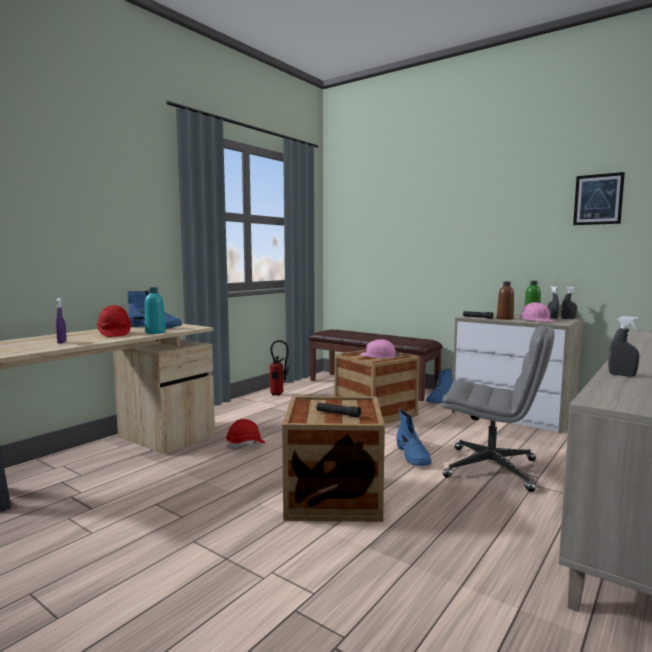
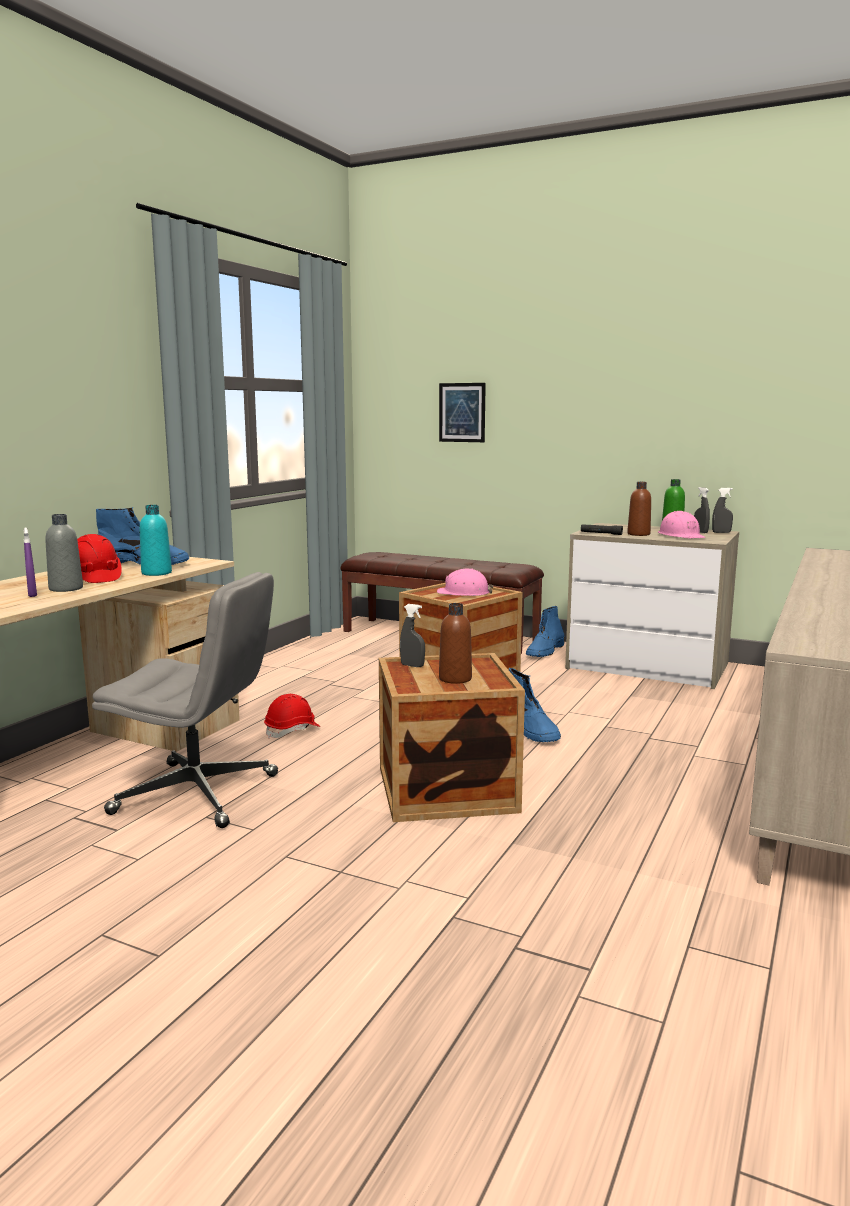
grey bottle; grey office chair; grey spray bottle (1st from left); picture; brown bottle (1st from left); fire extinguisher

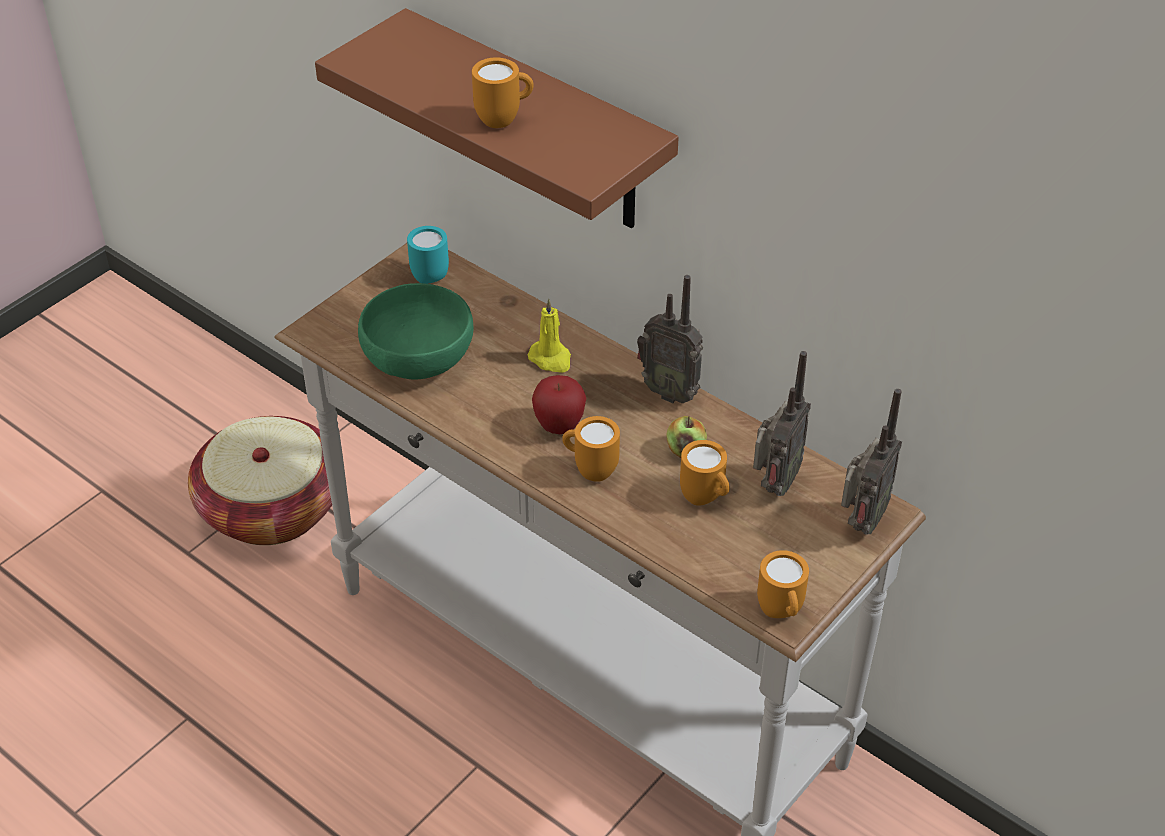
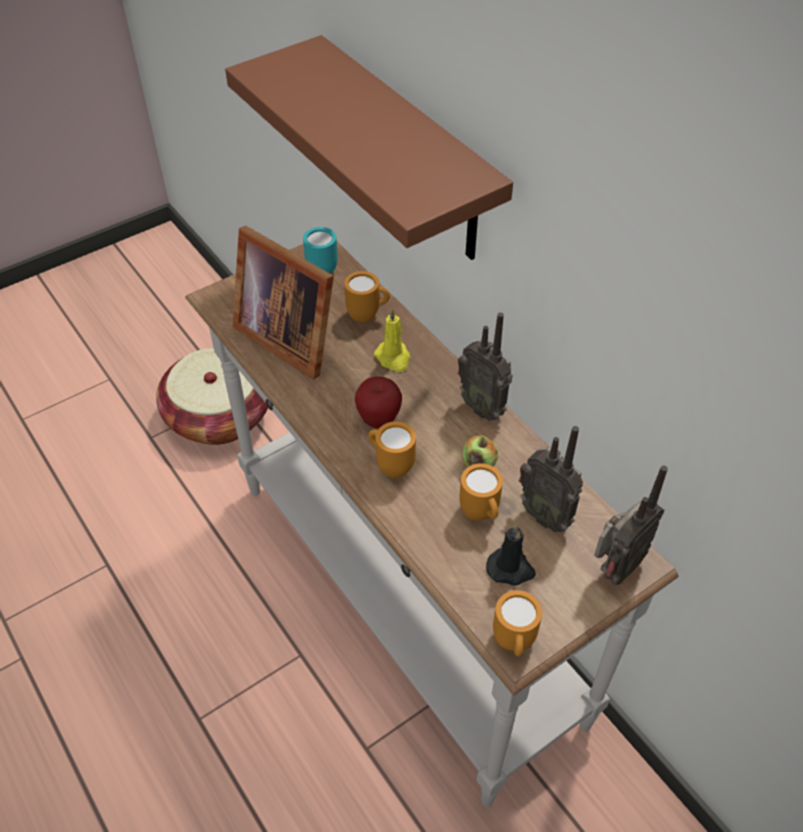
picture frame; orange mug (1st from left); black candle; radio (2nd from left)

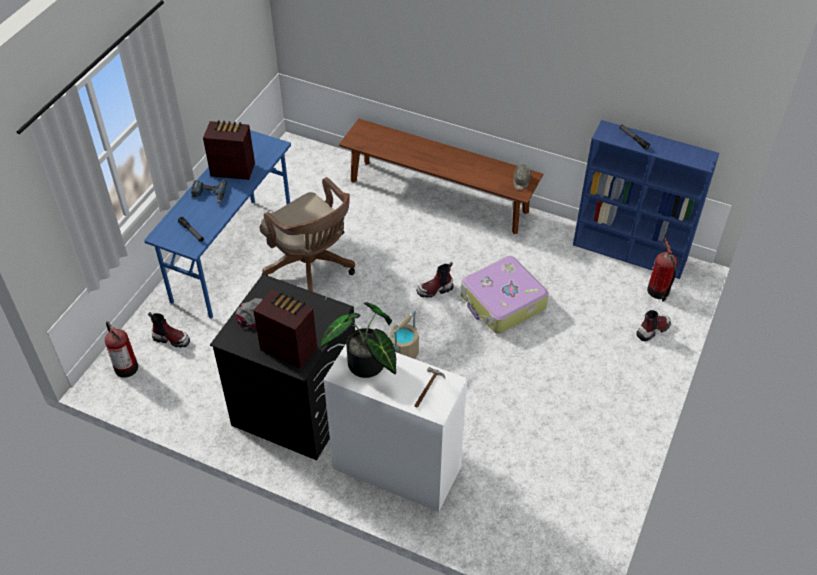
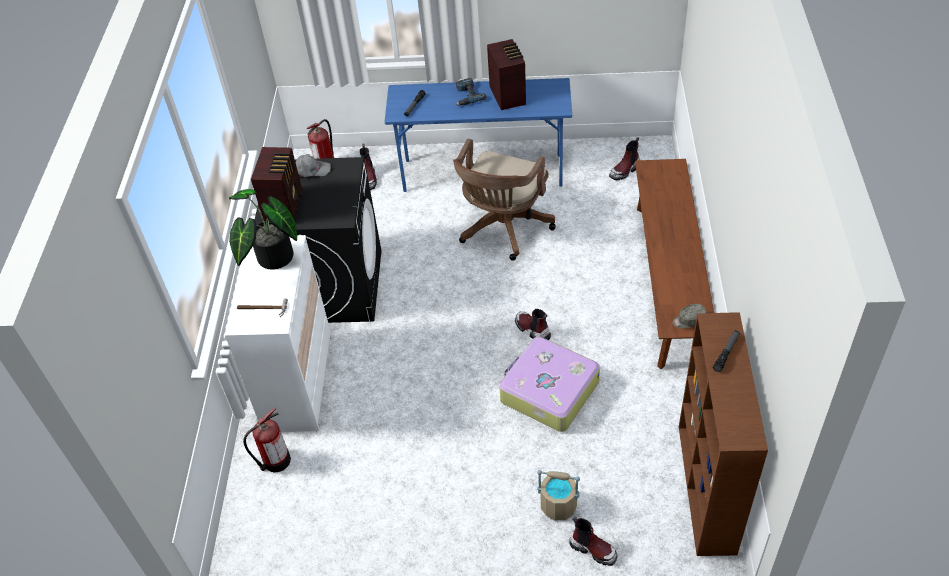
fire extinguisher (1st from left); beige bucket; boot (4th from left); brown bookcase

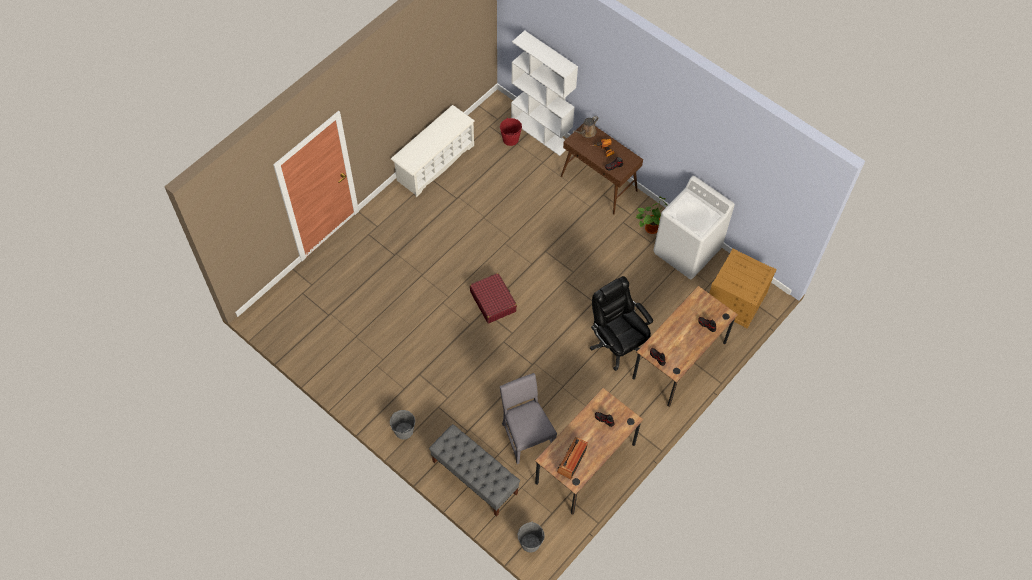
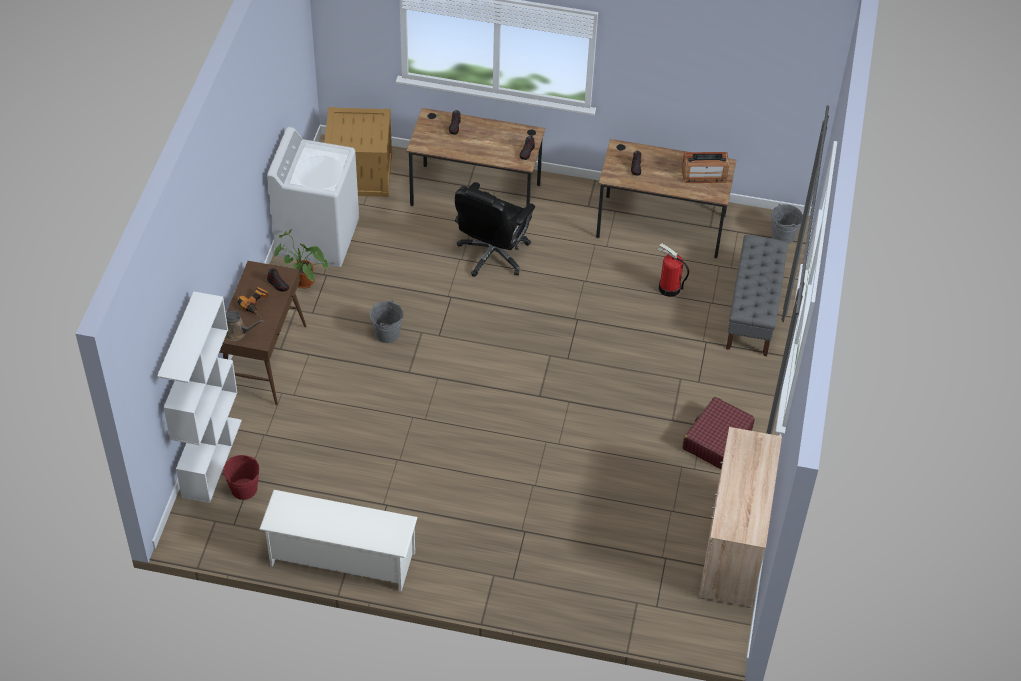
grey bucket (1st from left); fire extinguisher; red suitcase; beige cabinet

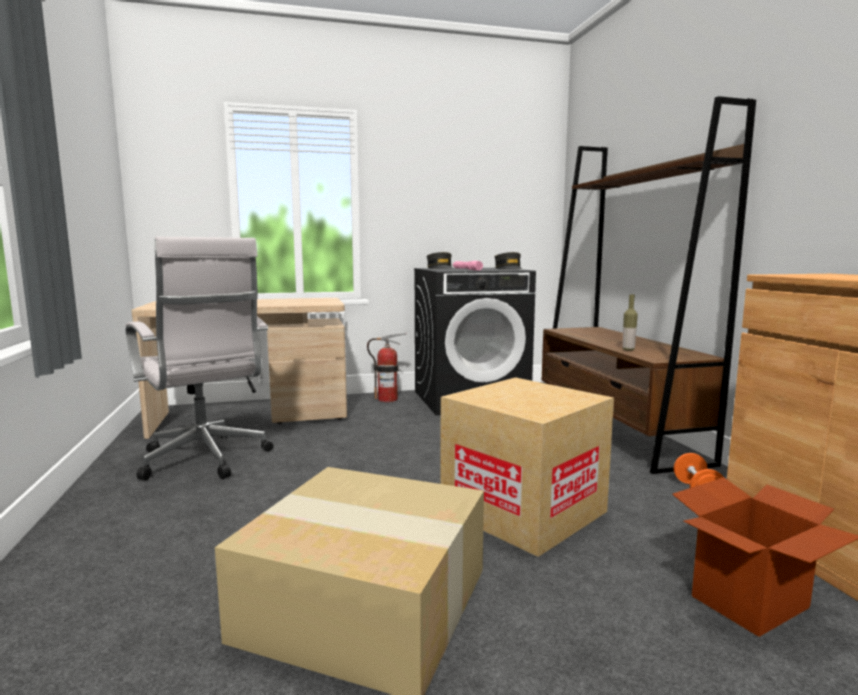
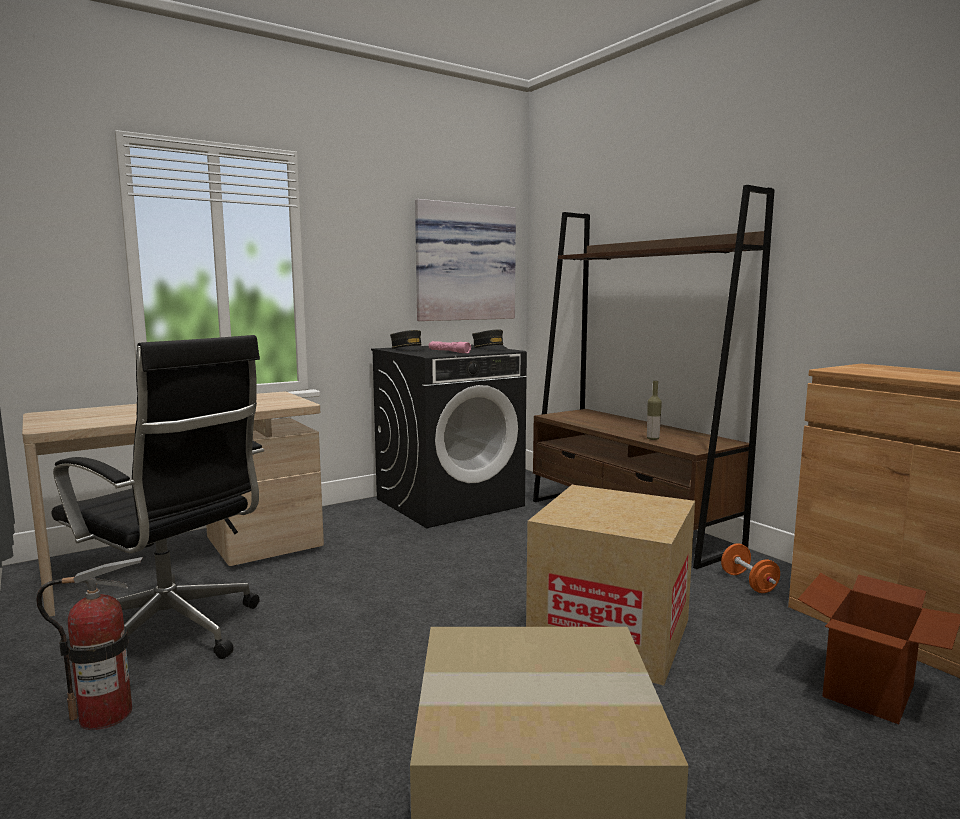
fire extinguisher; black office chair; picture

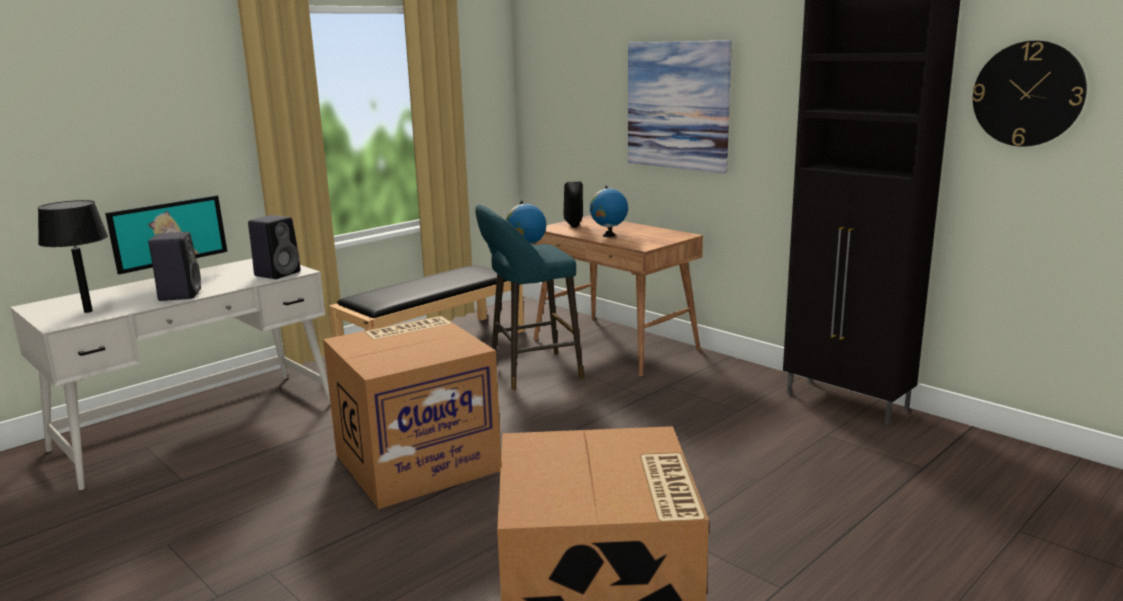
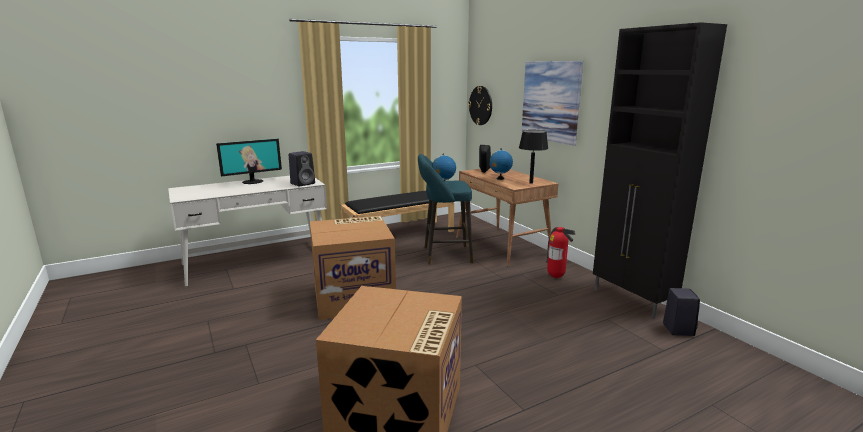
wall clock; black table lamp; fire extinguisher; black speaker (3rd from left)

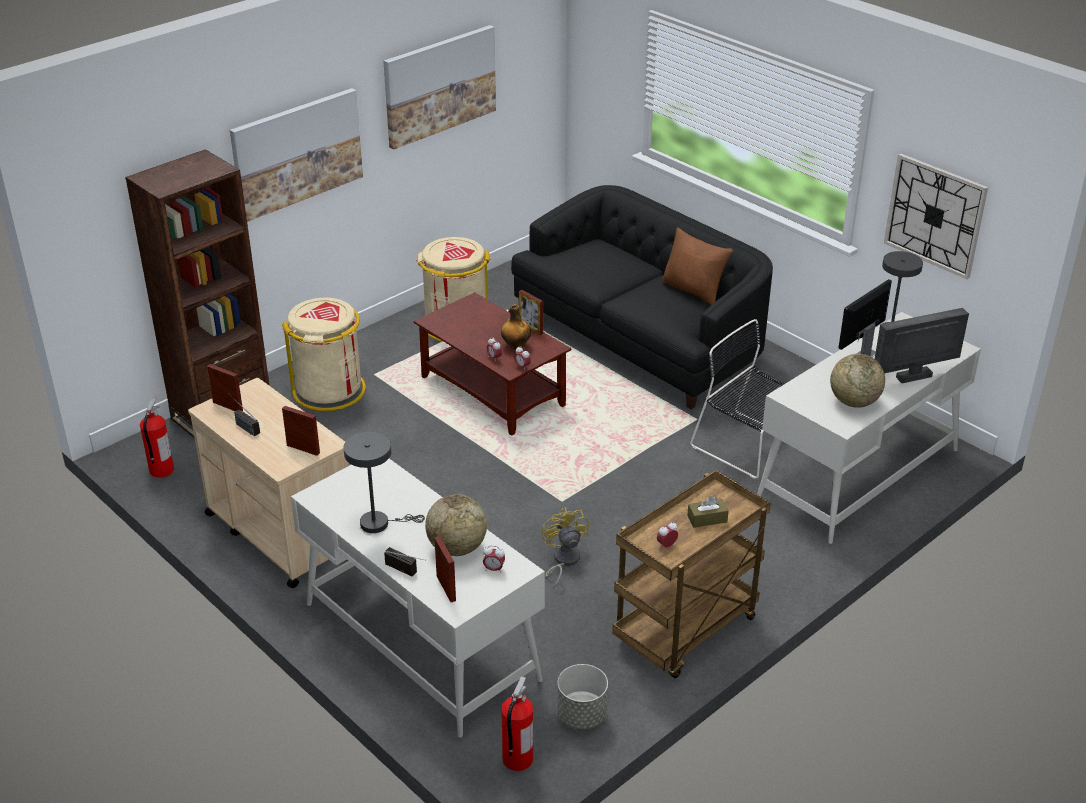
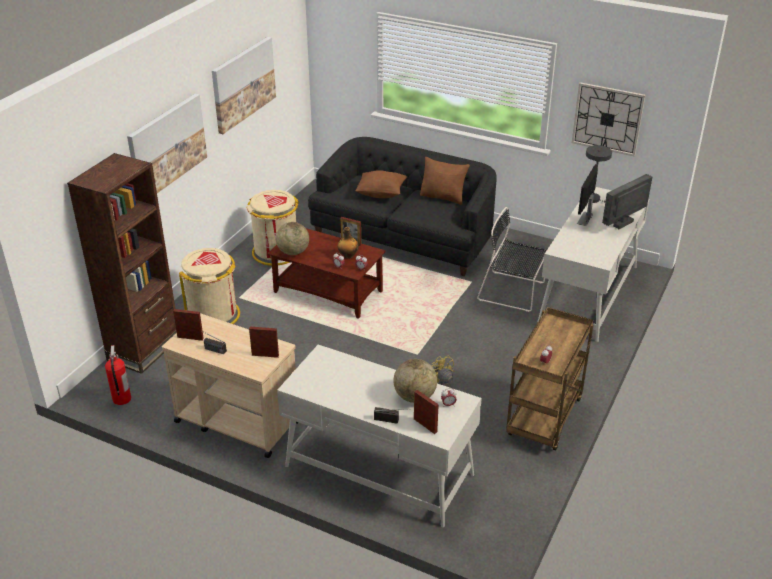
globe (1st from left); brown pillow (1st from left); grey table lamp (1st from left in the first image); fire extinguisher (2nd from left in the first image); grey planter; brown tissue box

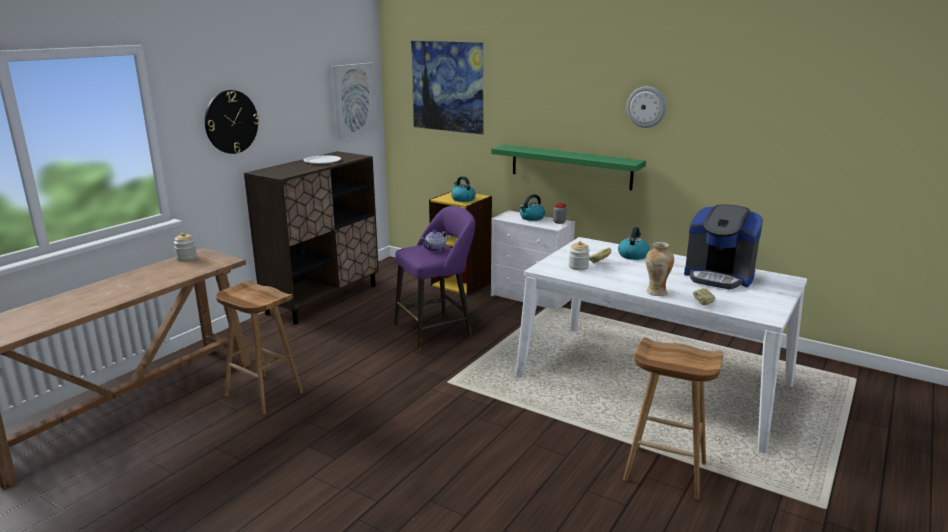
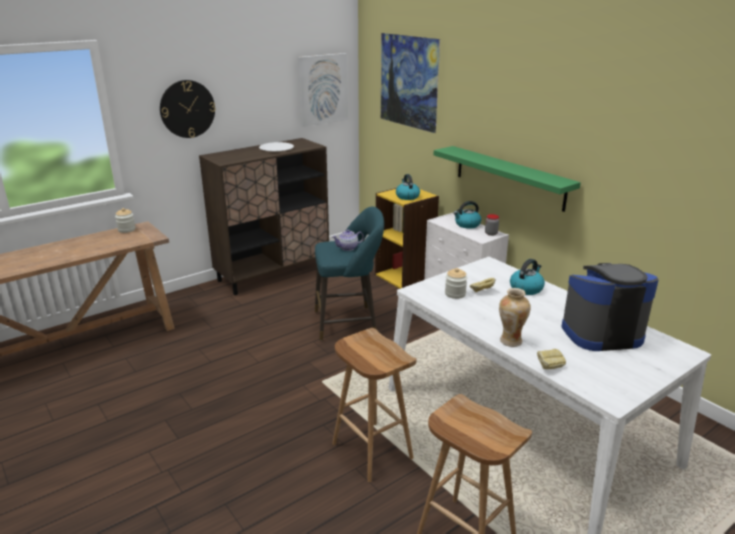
turquoise stool; brown stool (1st from left); coffee machine; wall clock (2nd from left in the first image)

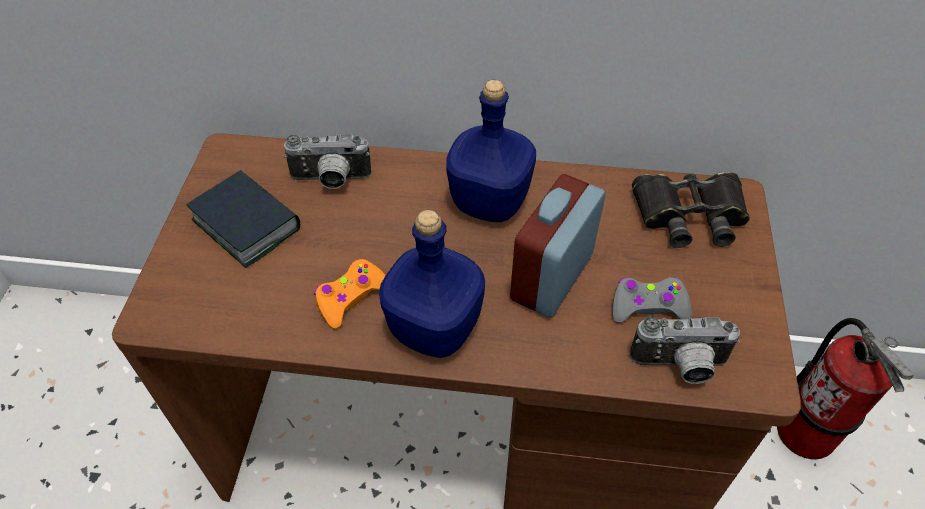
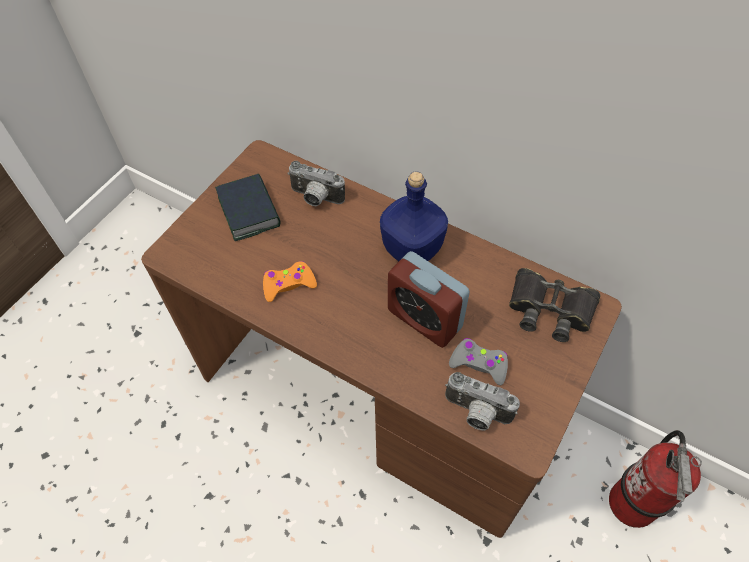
alarm clock; blue bottle (1st from left in the first image)

